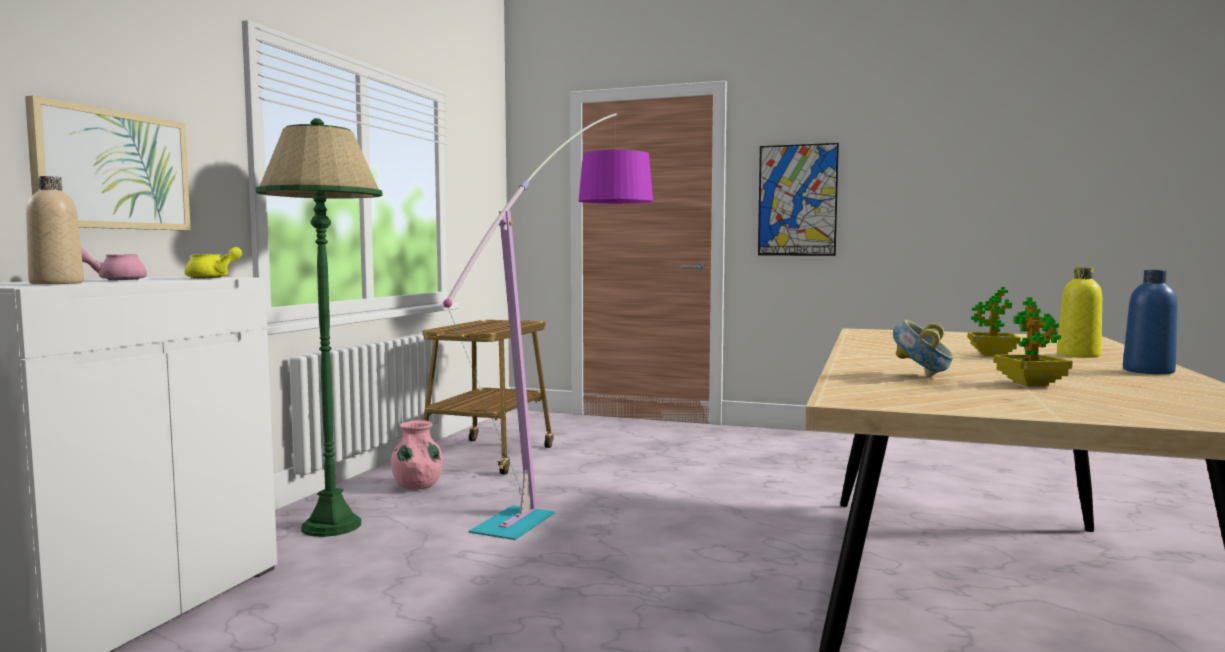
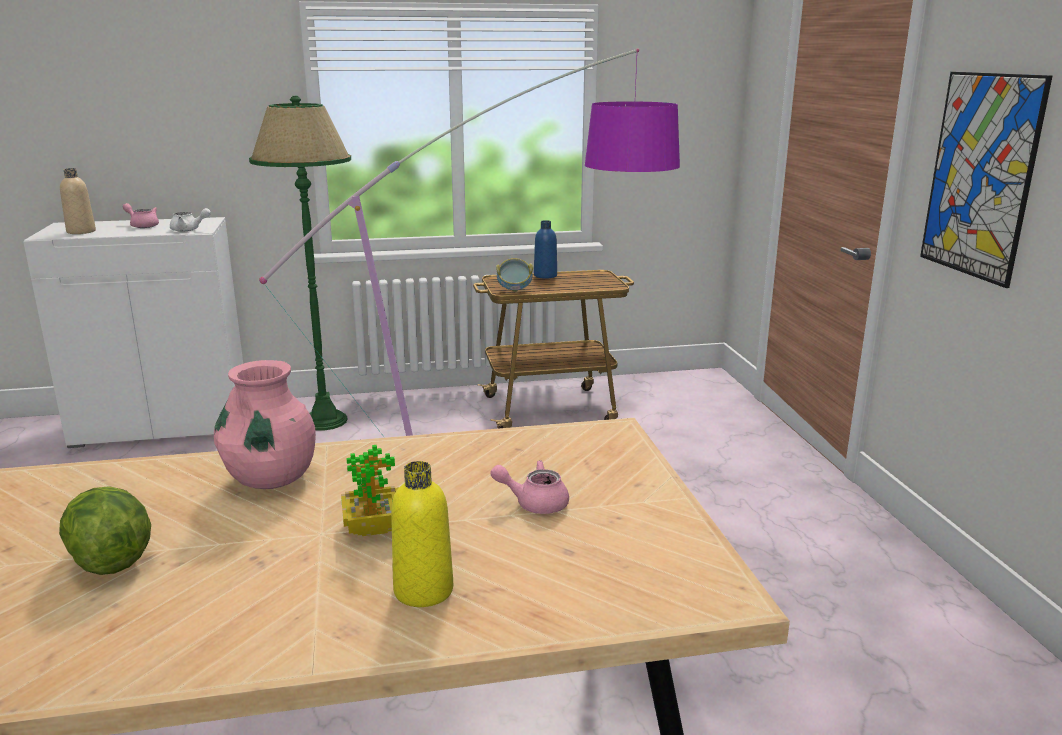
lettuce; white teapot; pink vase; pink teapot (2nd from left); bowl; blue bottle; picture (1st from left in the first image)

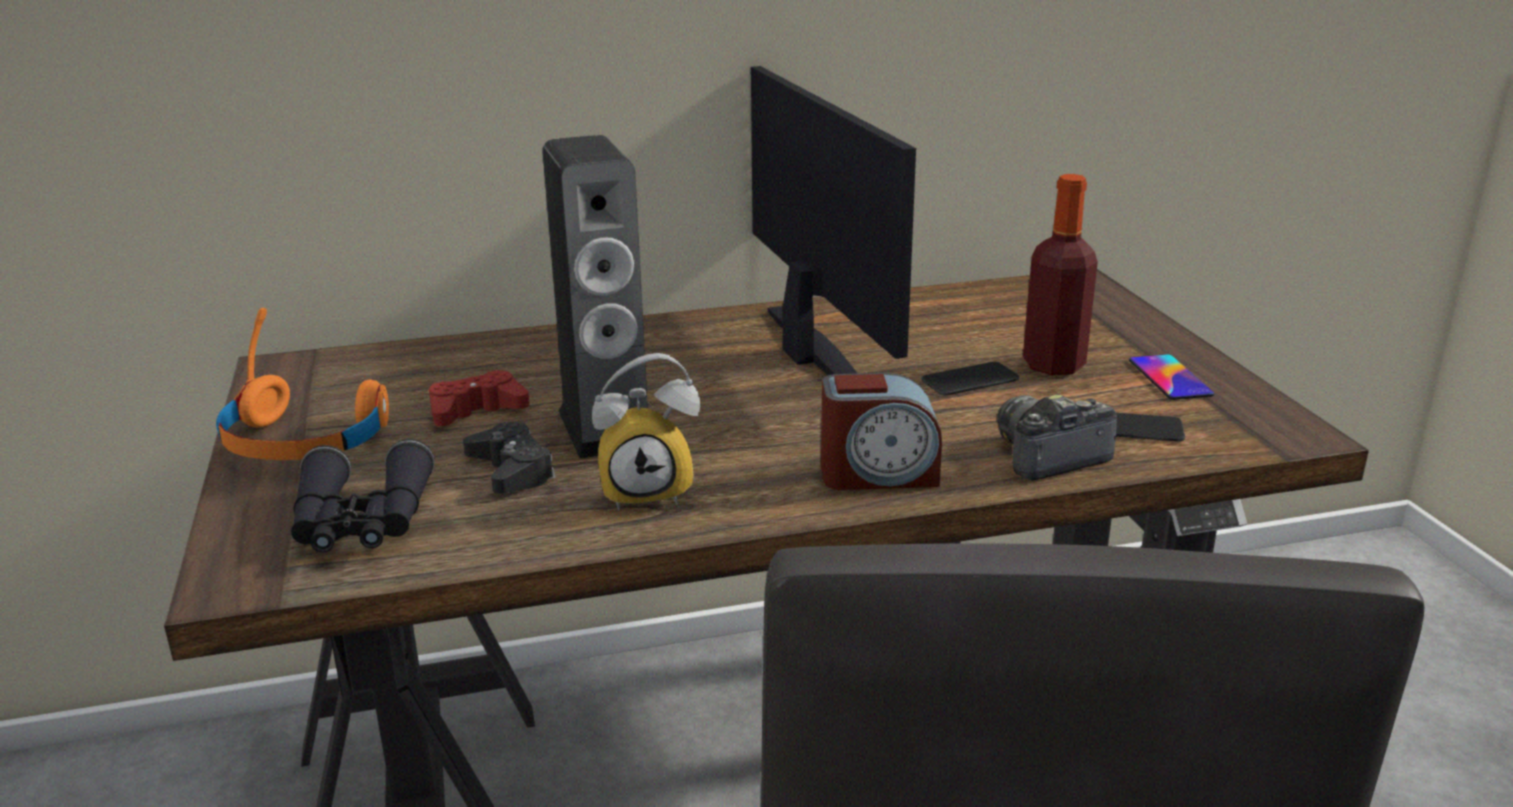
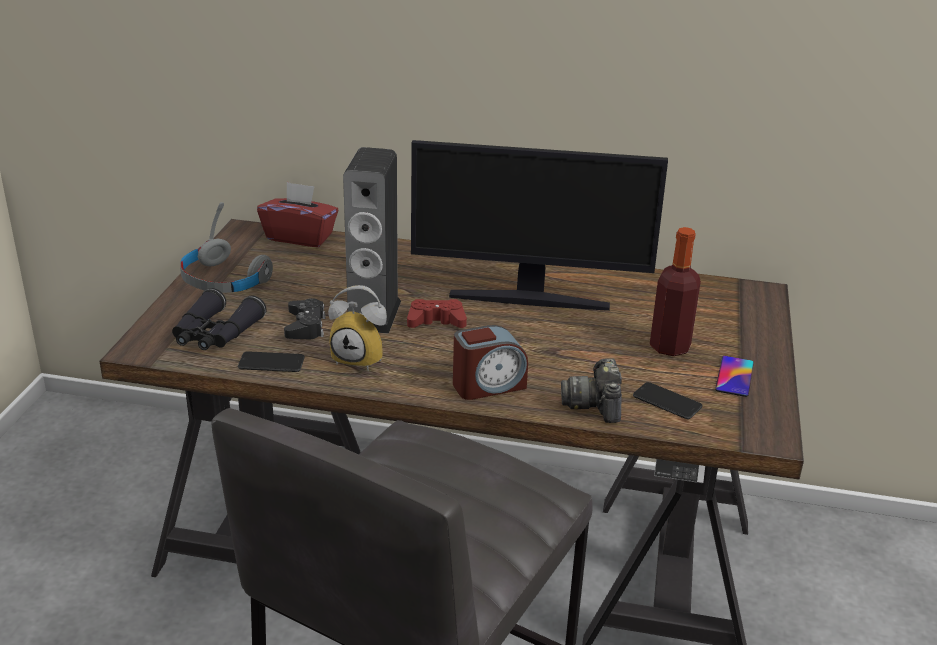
grey headphones; phone (1st from left); red tissue box; red game controller; monitor; alarm clock (2nd from left); photo camera

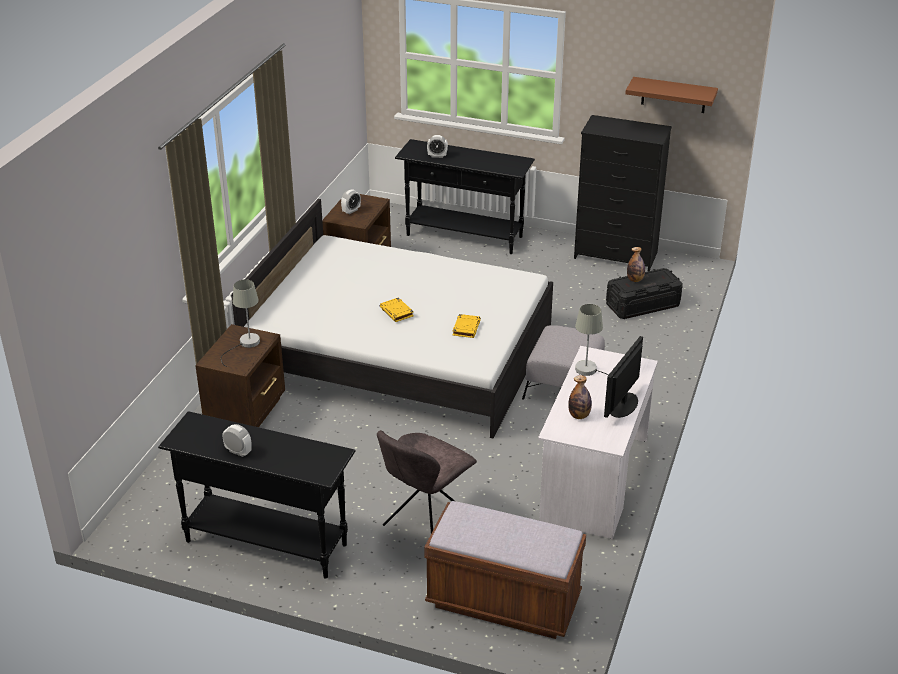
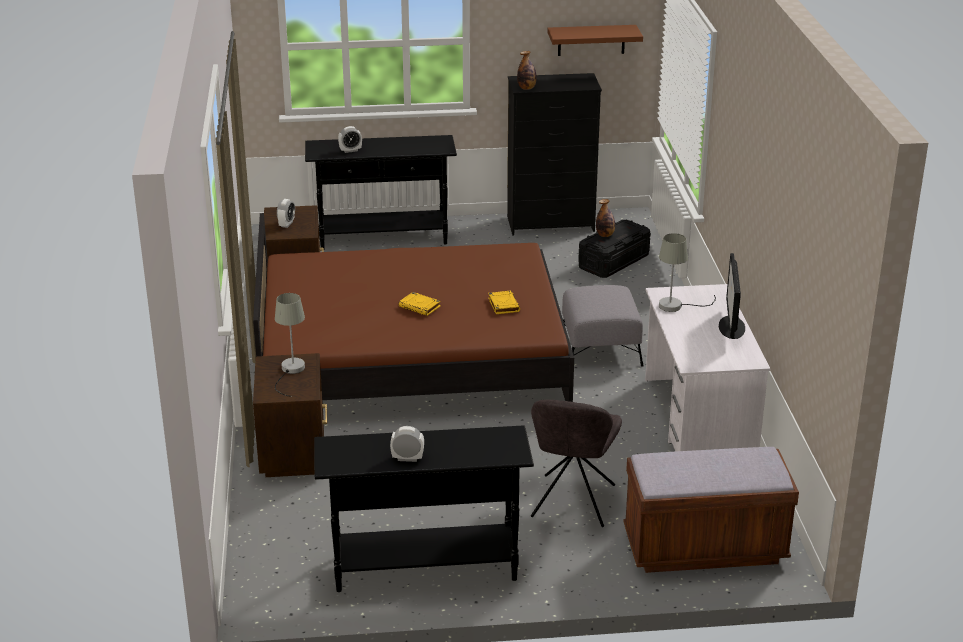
brown bed; bottle (1st from left)

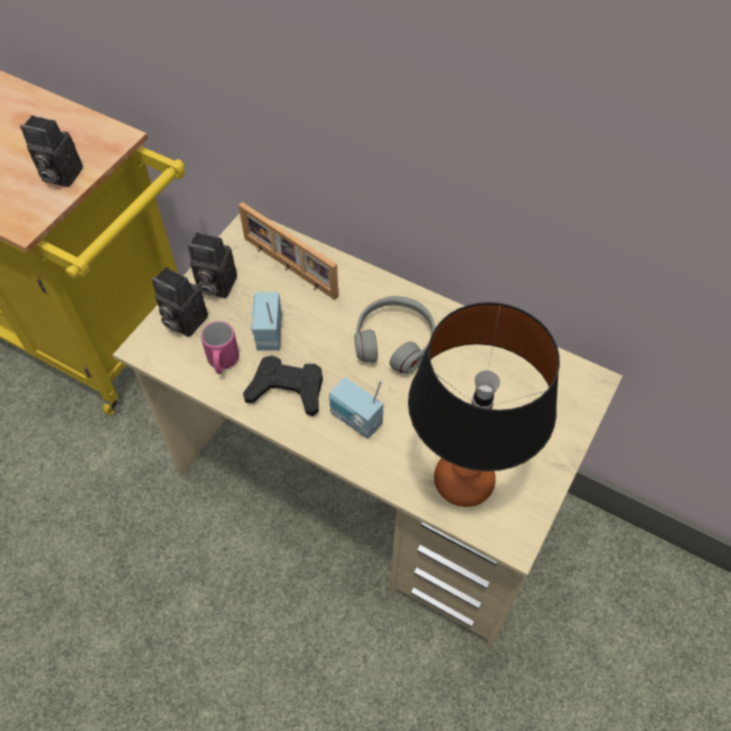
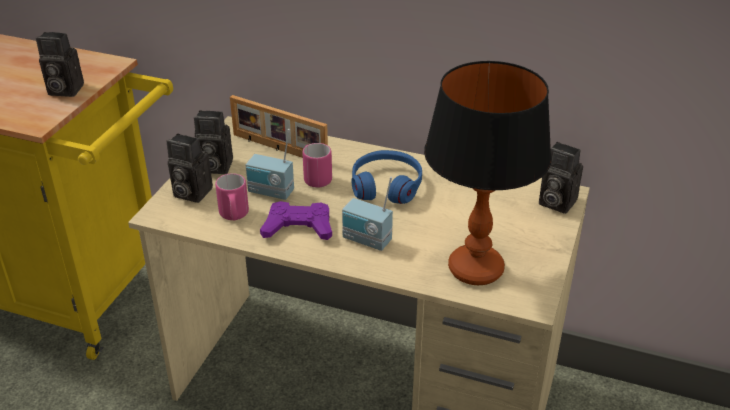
radio (1st from left); purple game controller; pink mug (2nd from left); blue headphones; photo camera (4th from left)

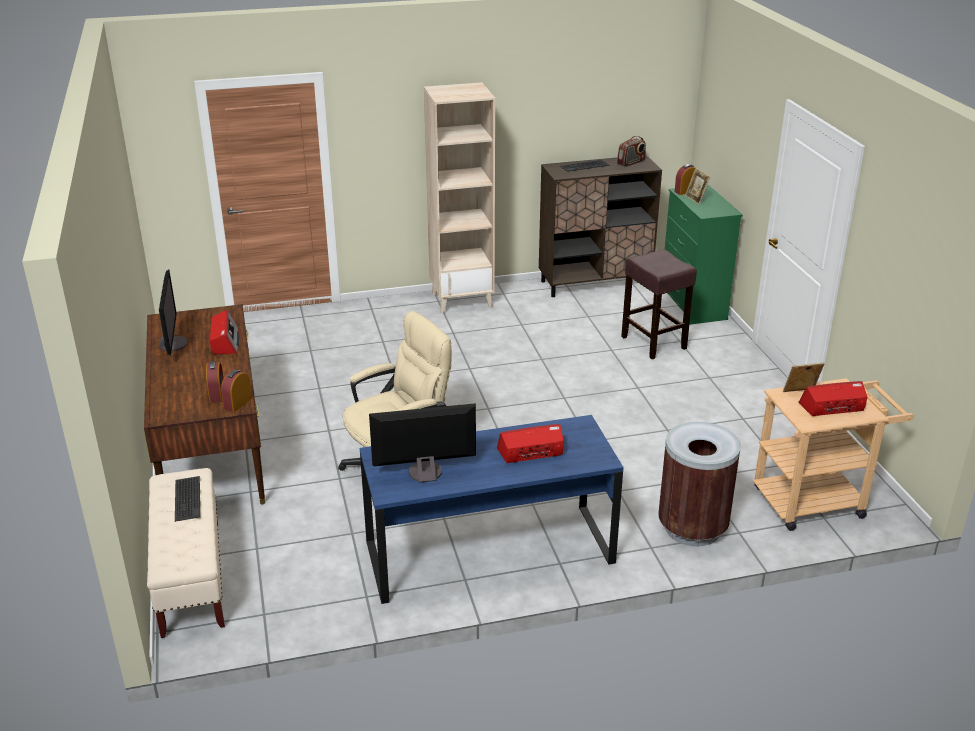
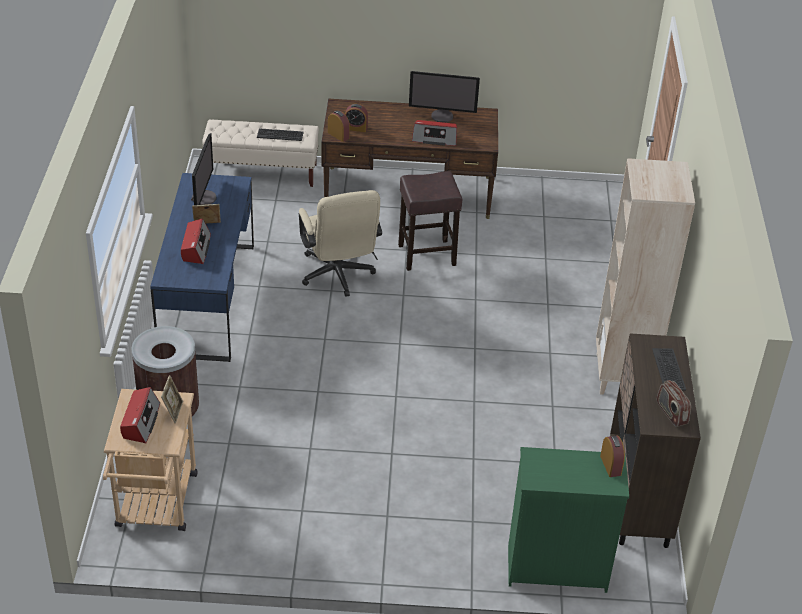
picture frame (2nd from left); brown stool

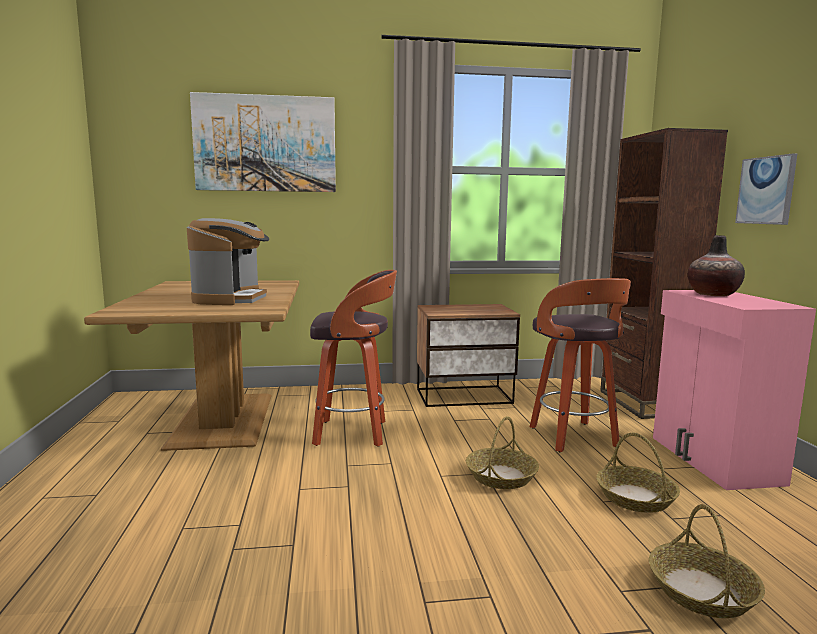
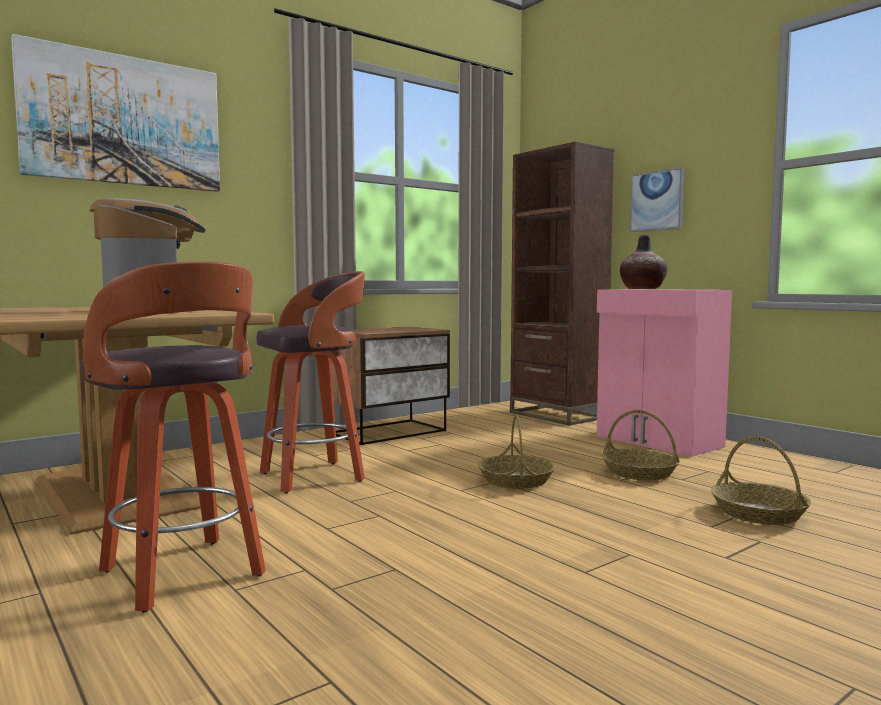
stool (1st from left)

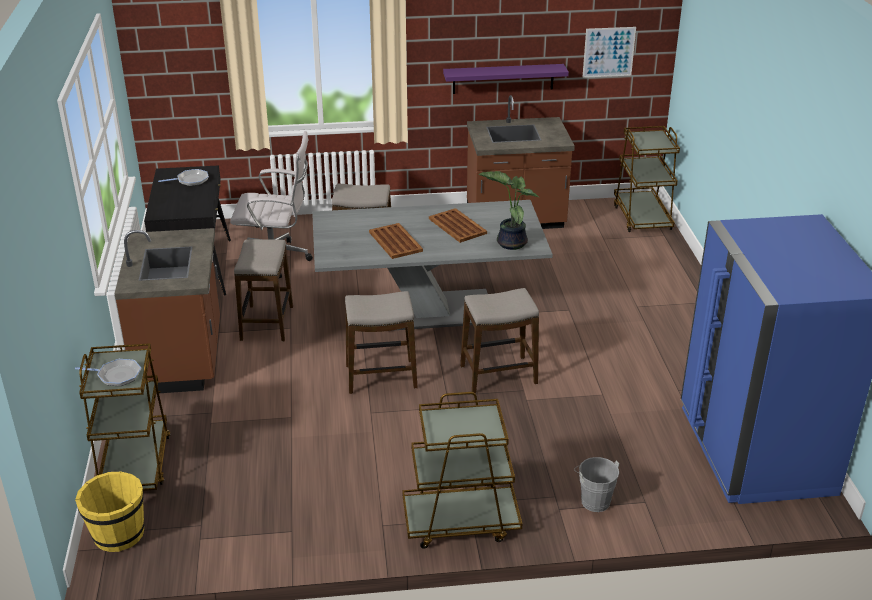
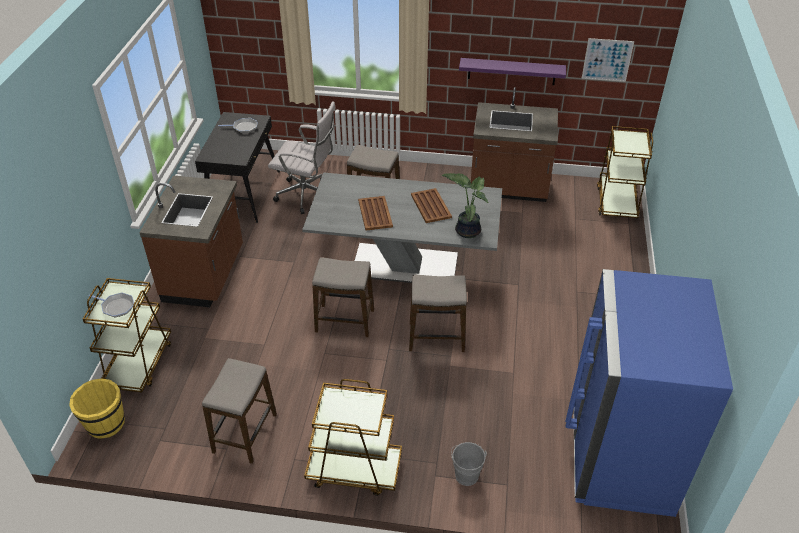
stool (1st from left)

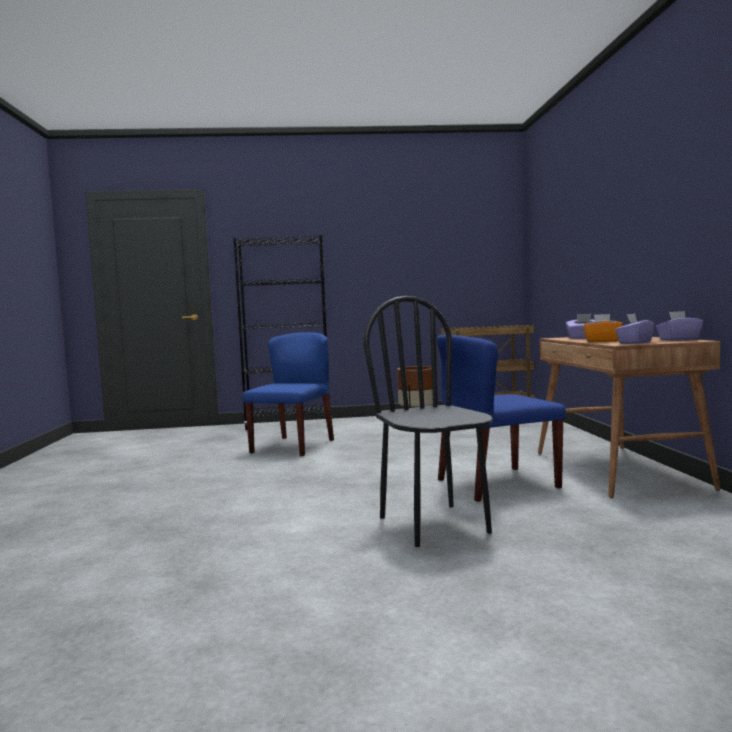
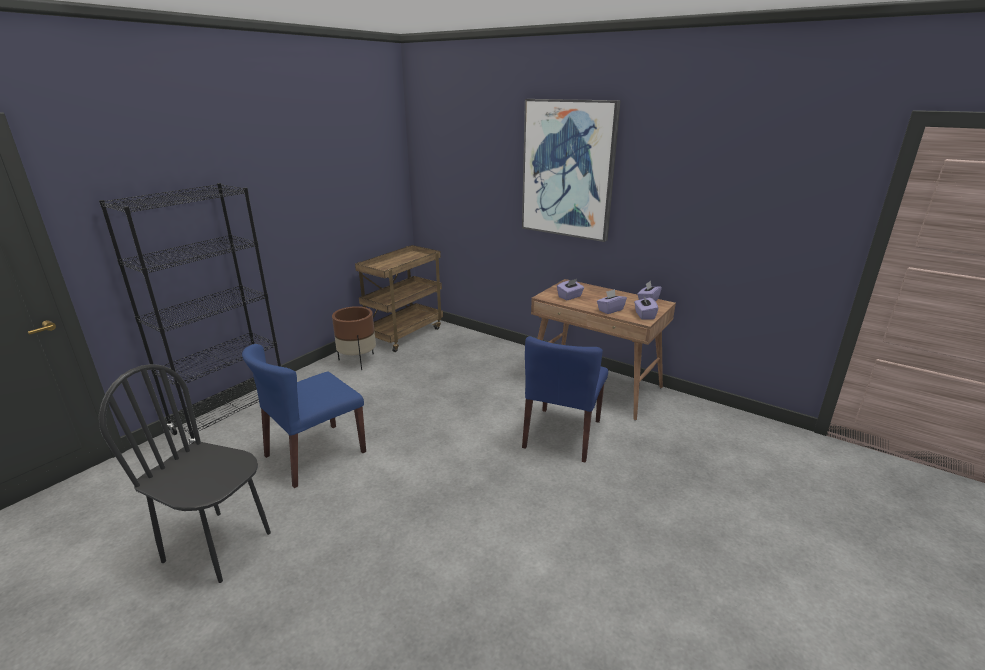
black chair; blue chair (1st from left); picture; purple tissue box (2nd from left)

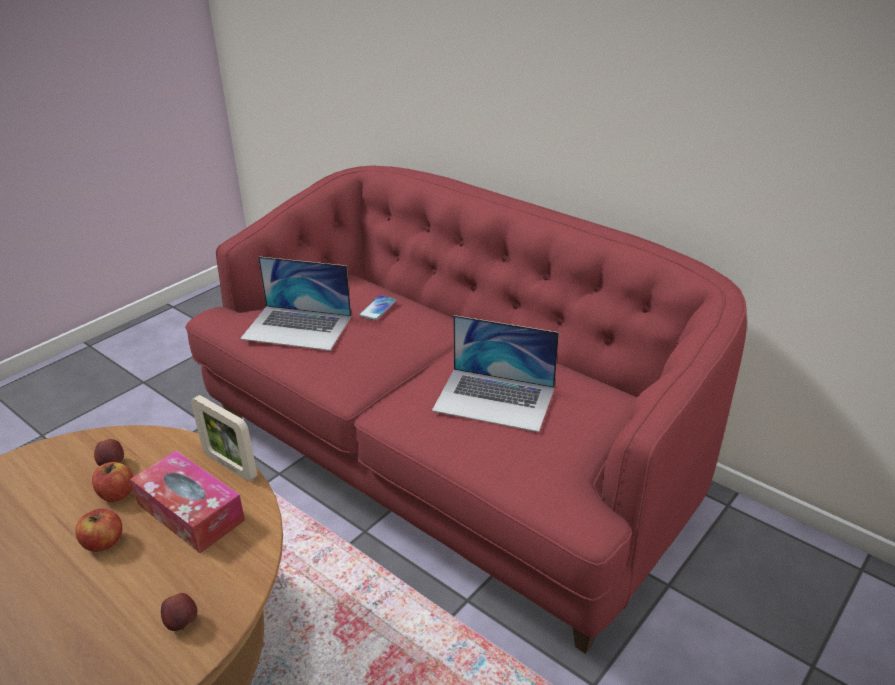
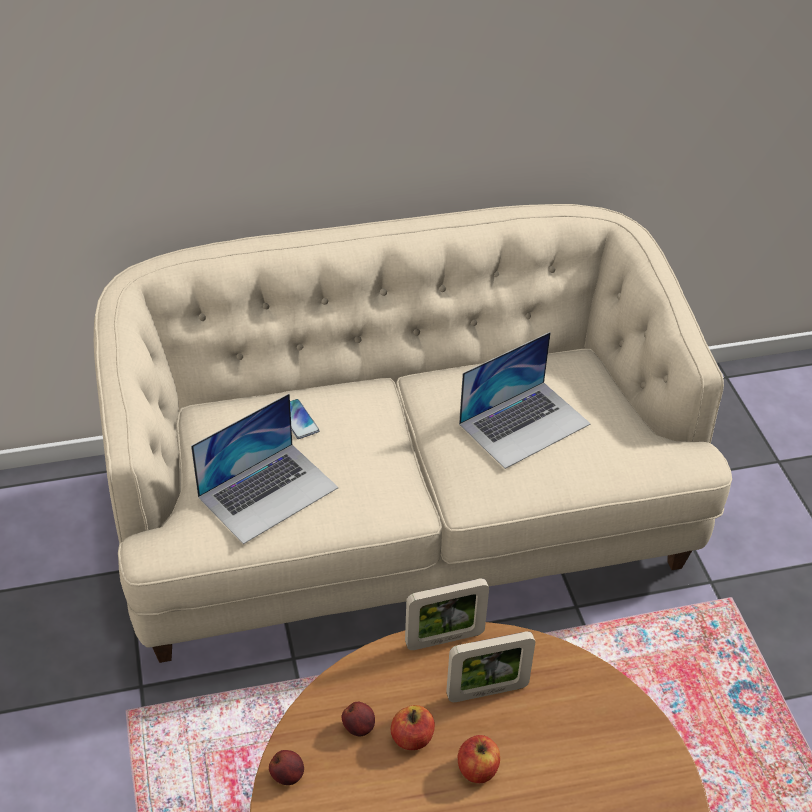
beige sofa; apple (1st from left); picture frame (2nd from left)

